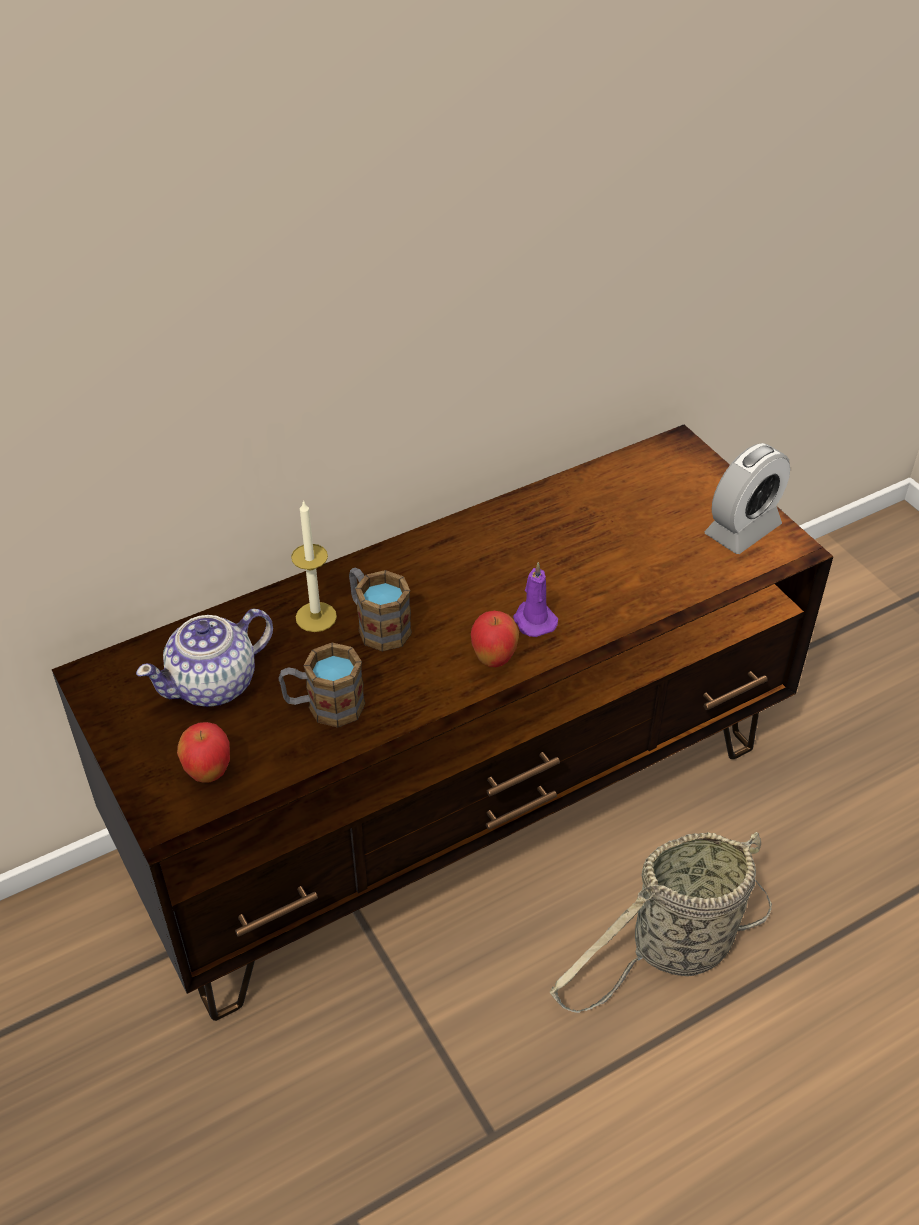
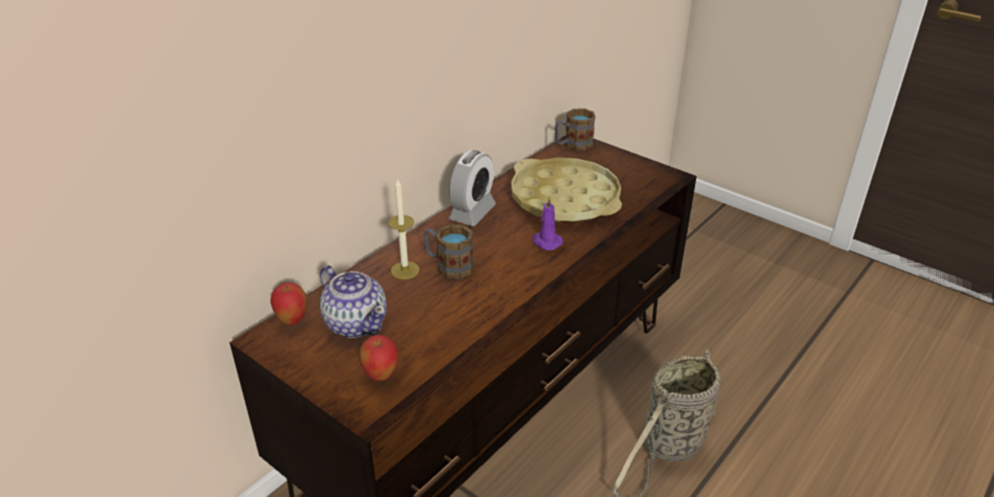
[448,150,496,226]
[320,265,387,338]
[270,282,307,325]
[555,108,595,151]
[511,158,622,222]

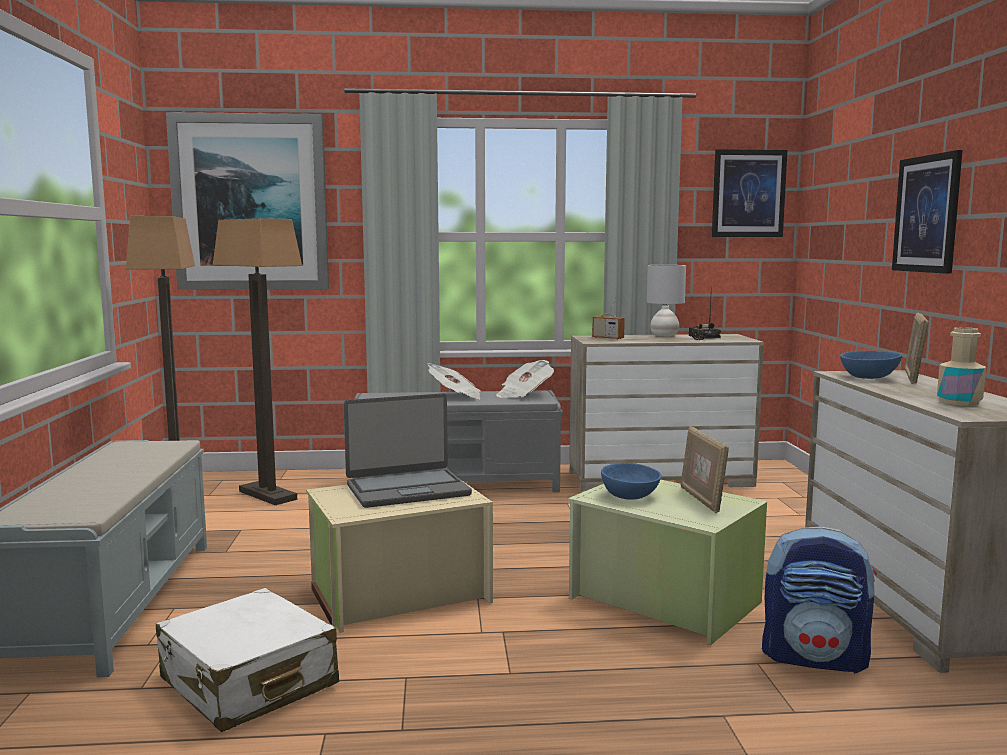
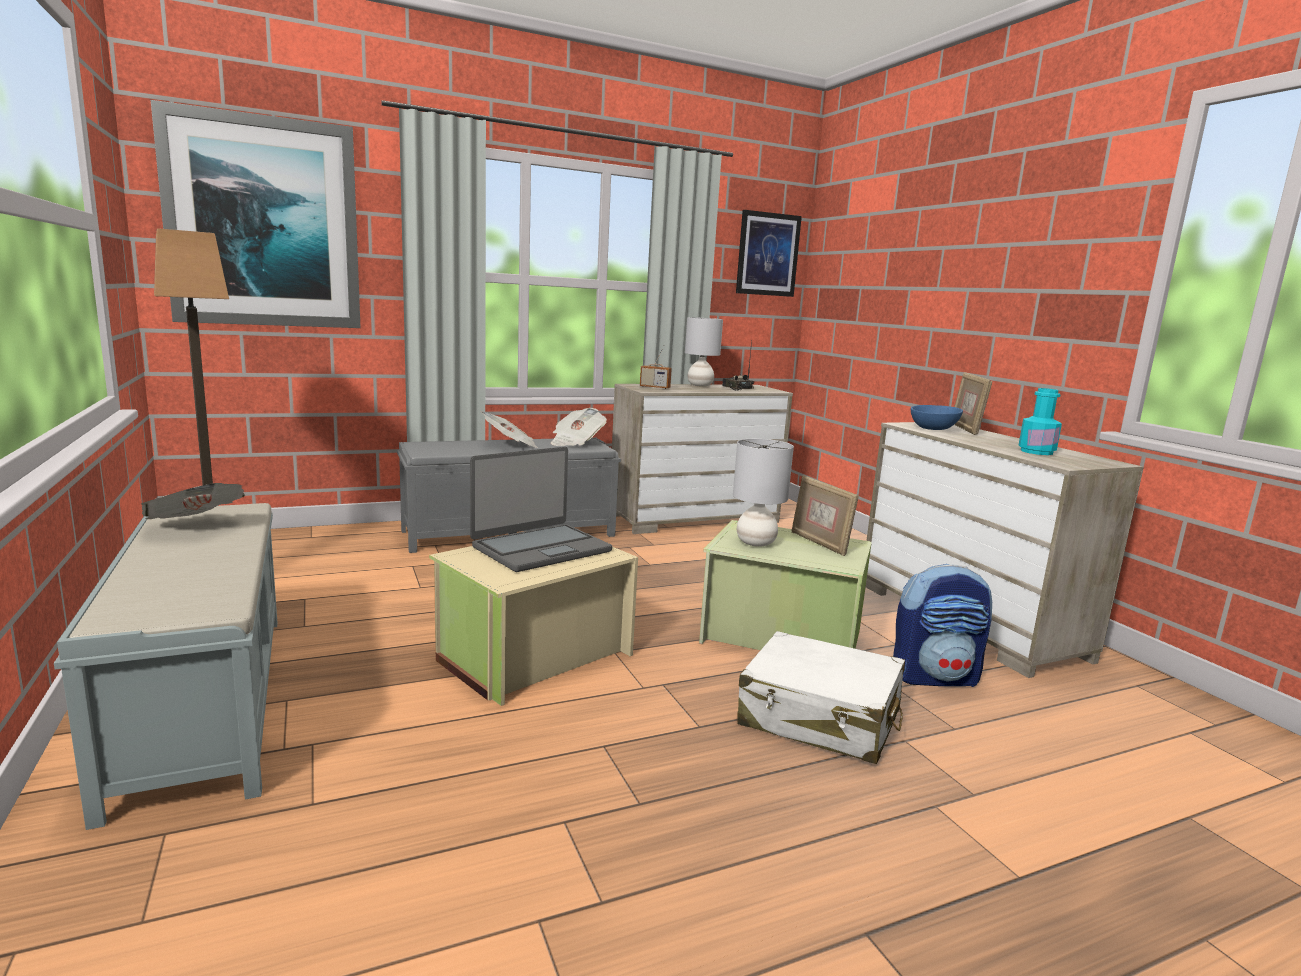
[892,150,962,274] (first image)
[213,218,302,505] (first image)
[1019,388,1062,455]
[733,439,794,547]
[737,631,905,764]
[141,483,245,519]

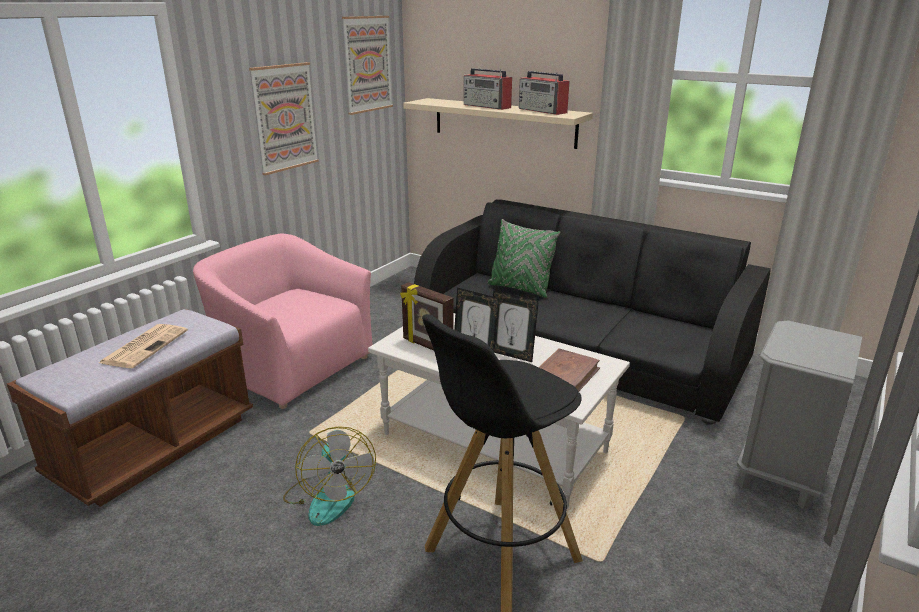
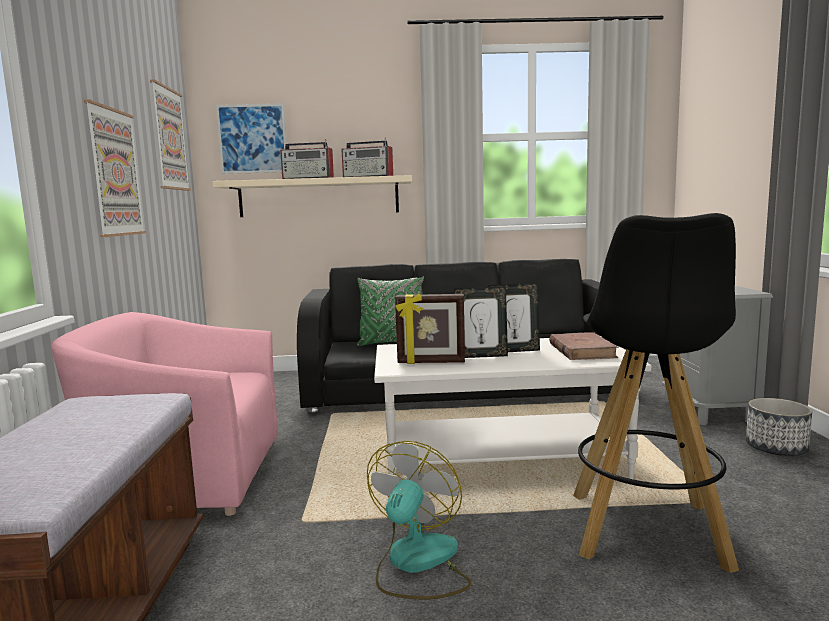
[99,324,188,368] (first image)
[367,441,471,600]
[216,103,286,174]
[746,398,812,456]

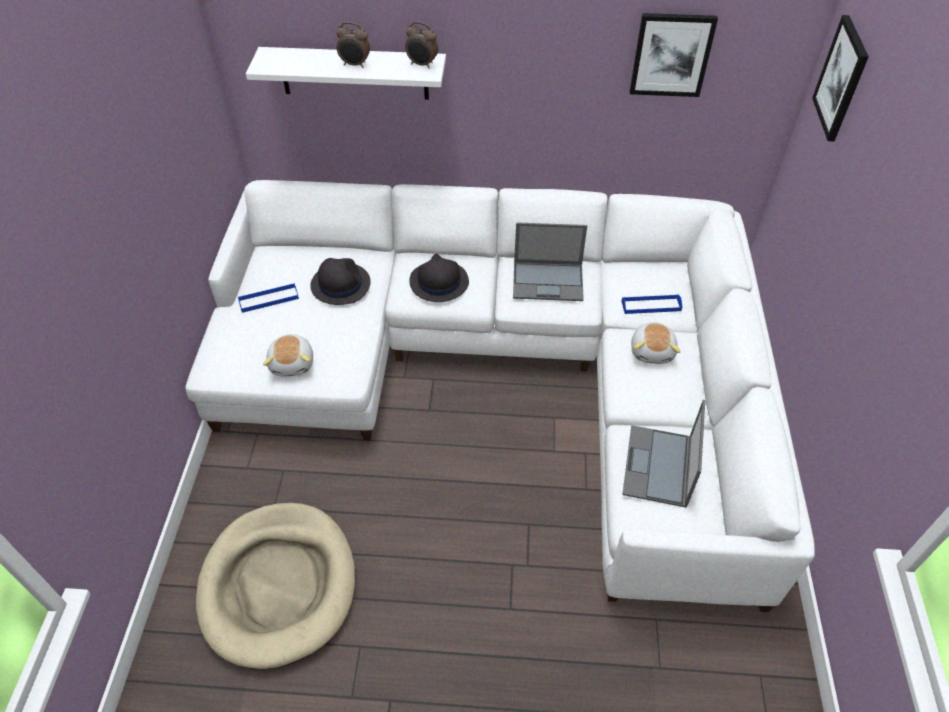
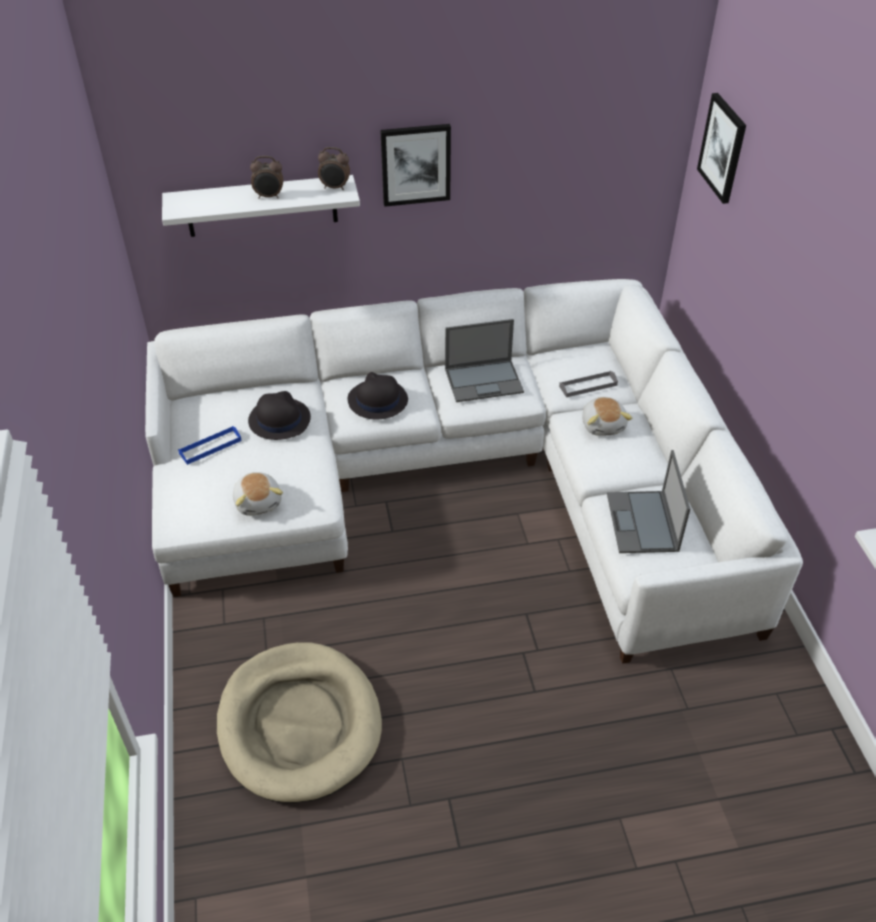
[380,124,451,207]
[559,371,618,397]

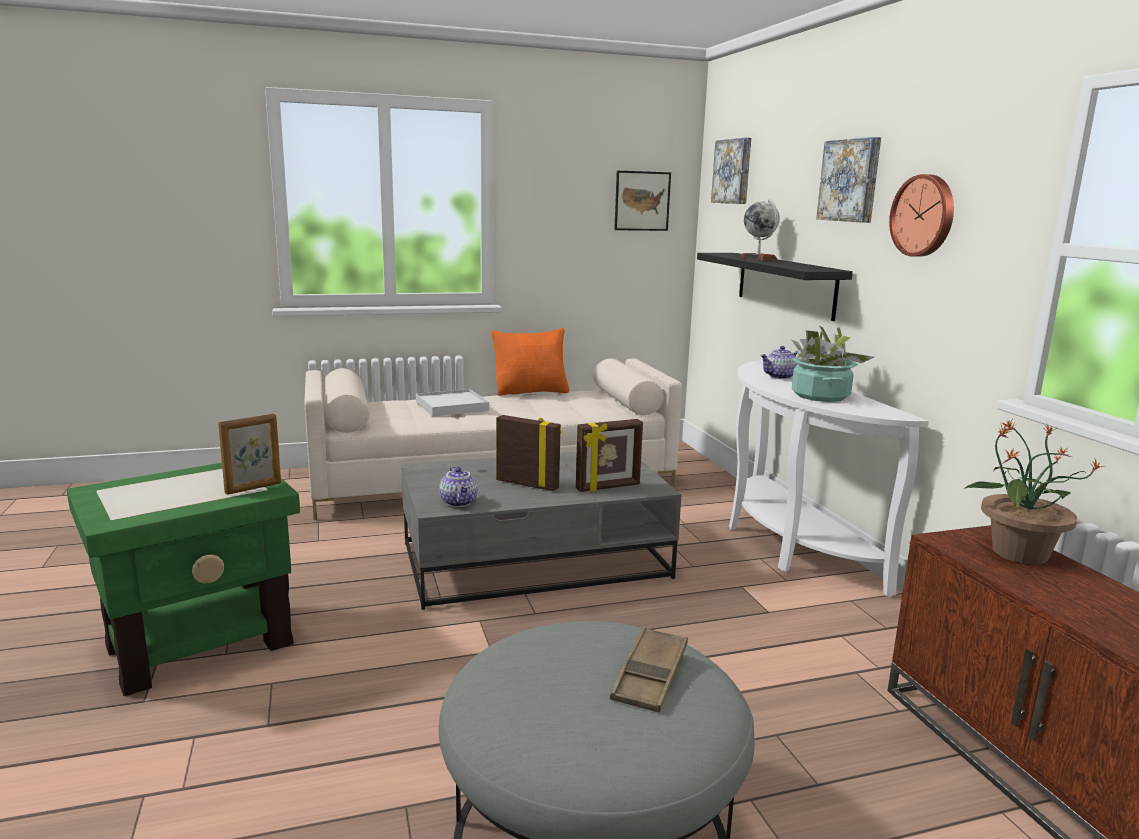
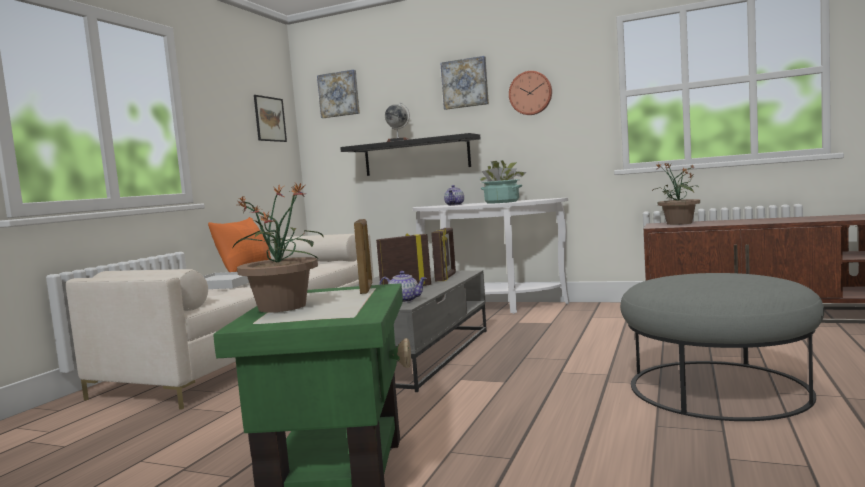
[610,627,688,713] (first image)
[232,183,323,313]

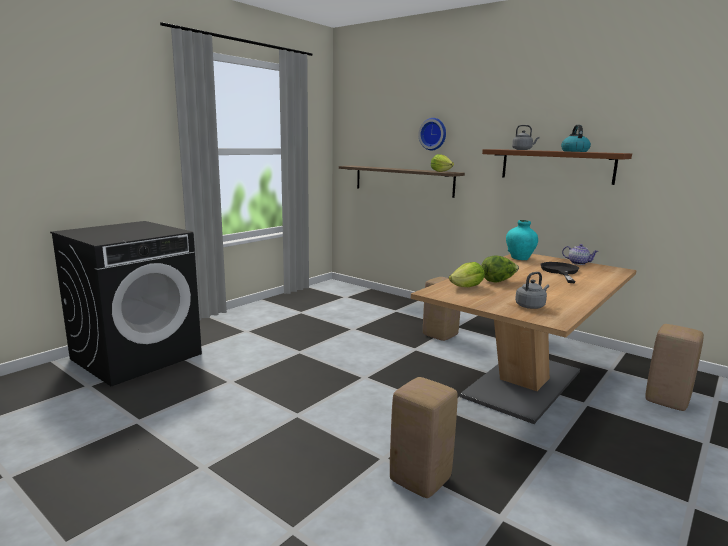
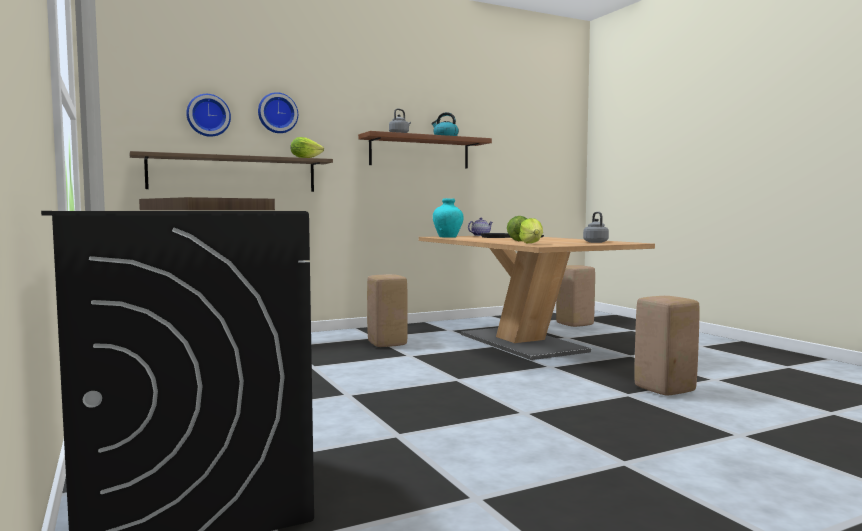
[186,94,231,137]
[139,197,275,210]

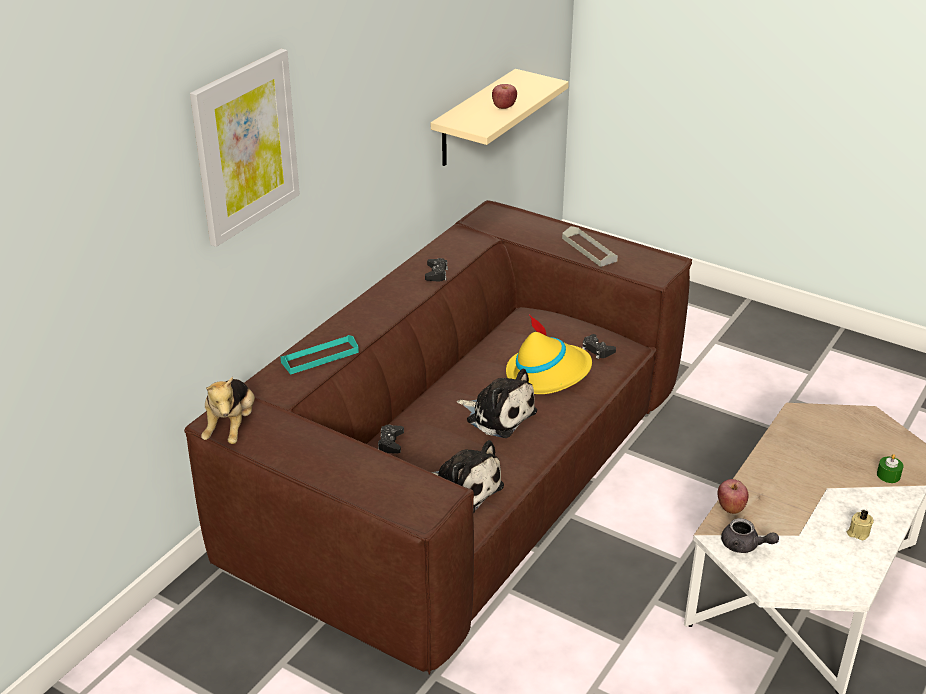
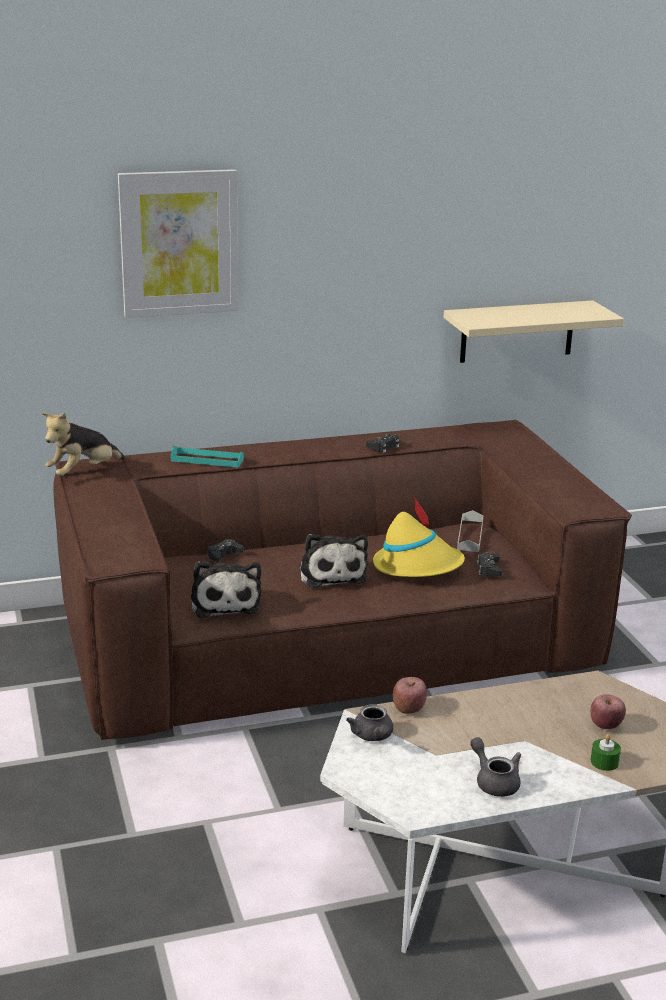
[591,694,626,729]
[457,510,483,552]
[470,737,521,797]

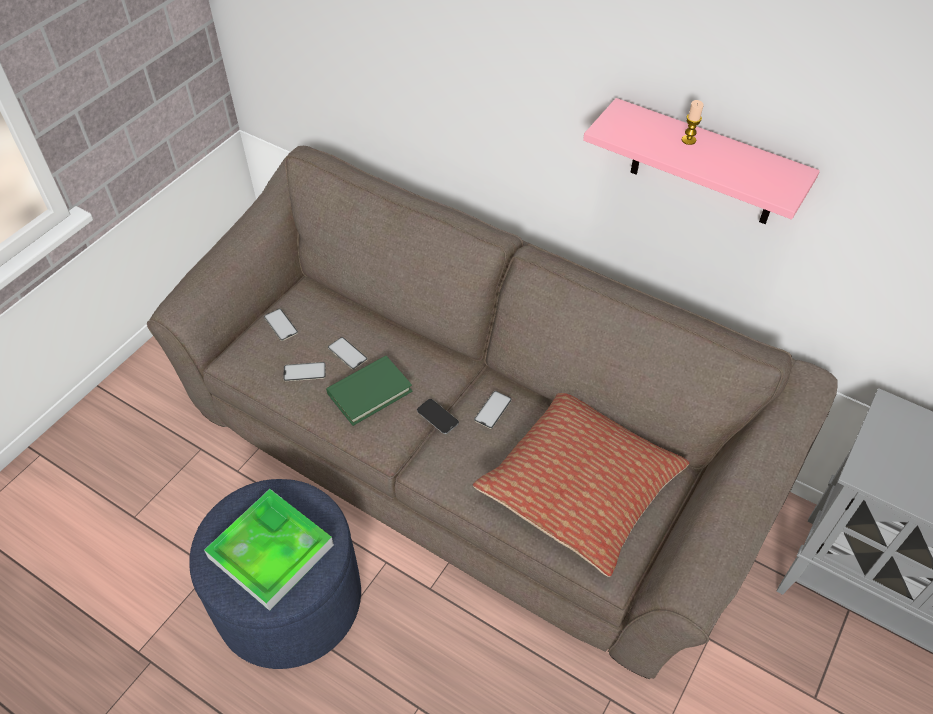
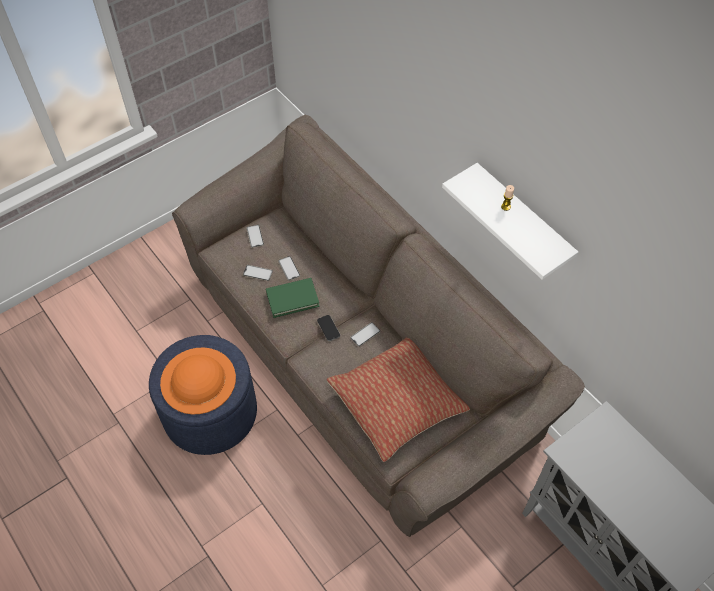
[442,163,578,280]
[160,347,236,414]

